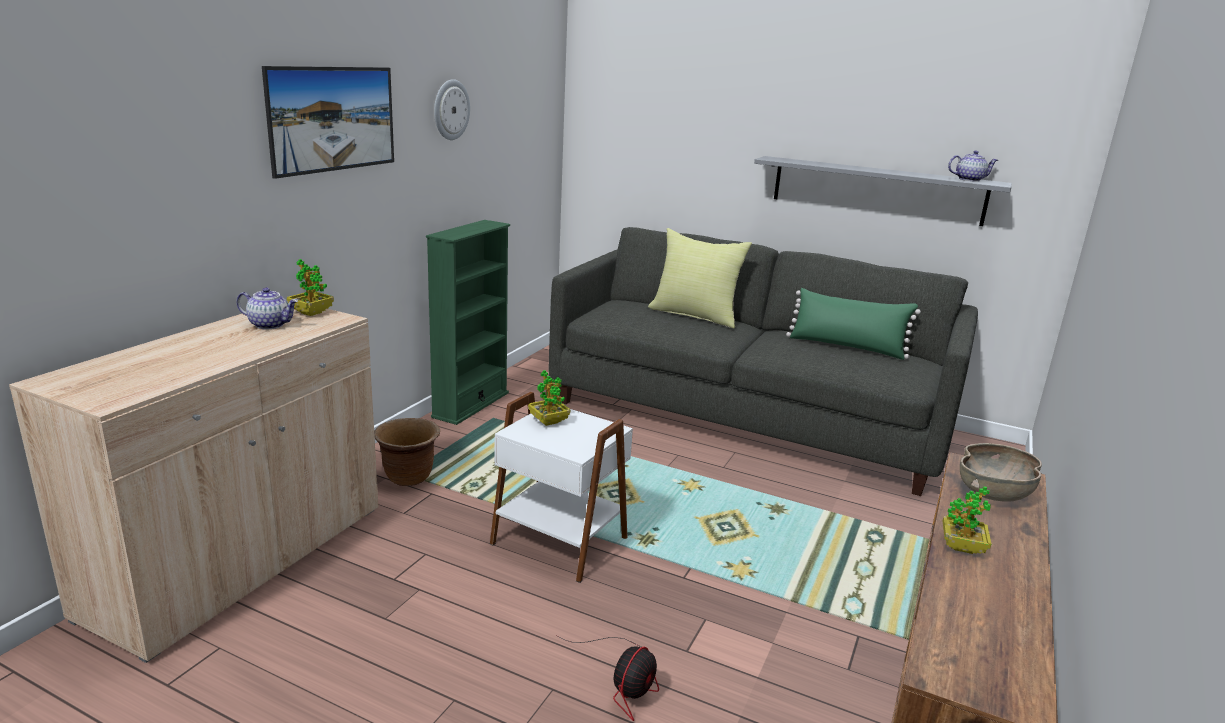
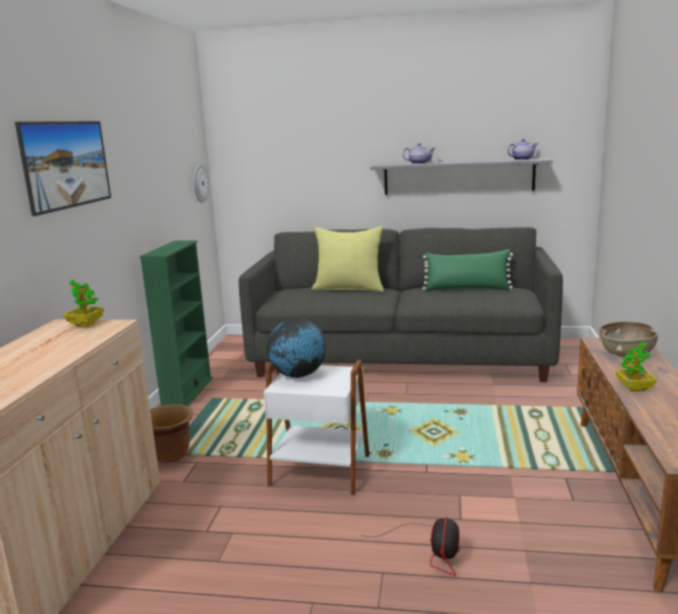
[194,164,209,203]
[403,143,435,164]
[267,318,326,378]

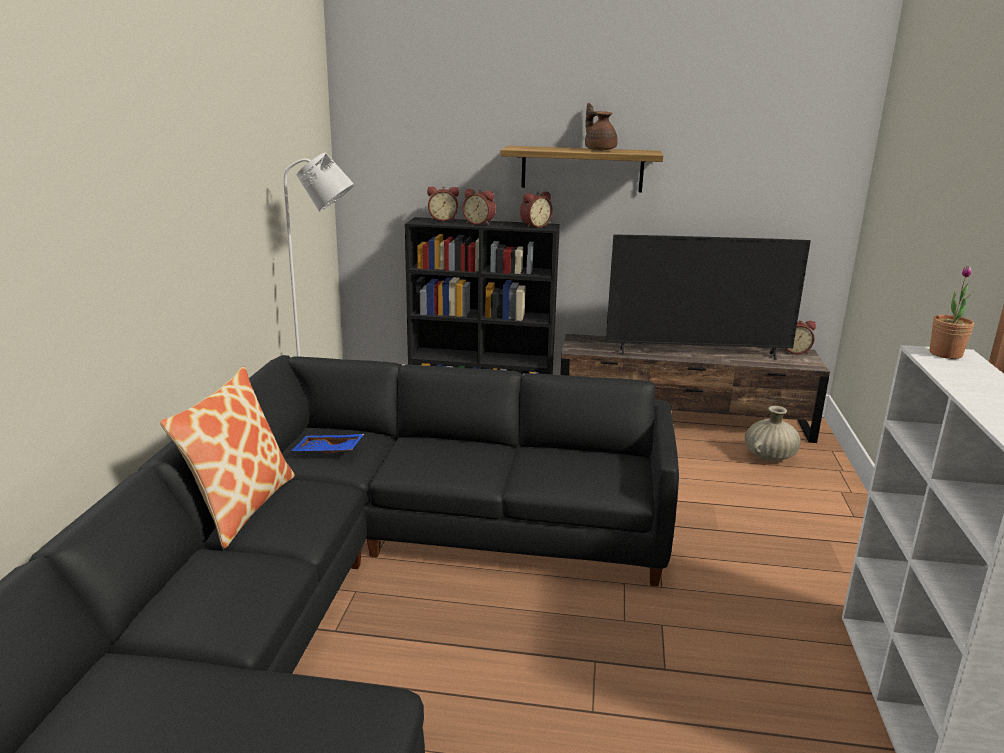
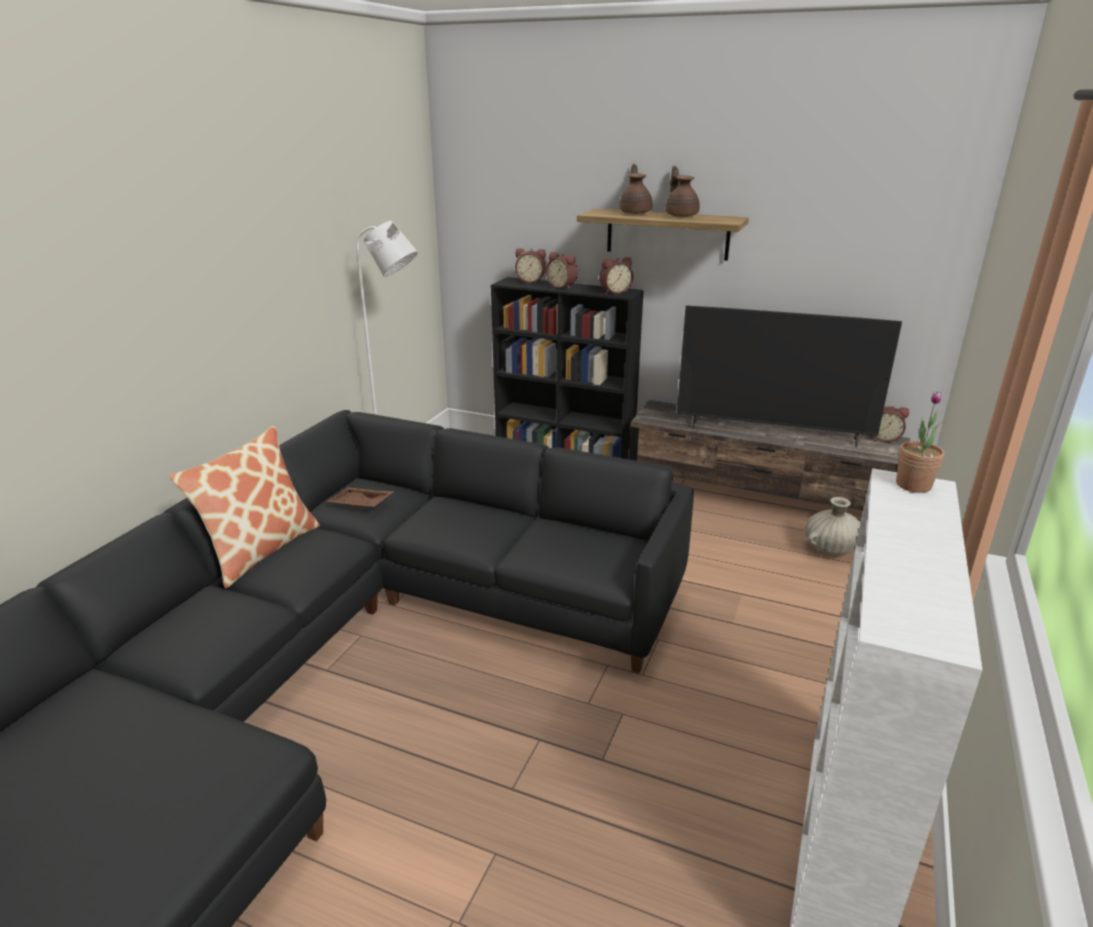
[327,488,393,507]
[620,164,652,214]

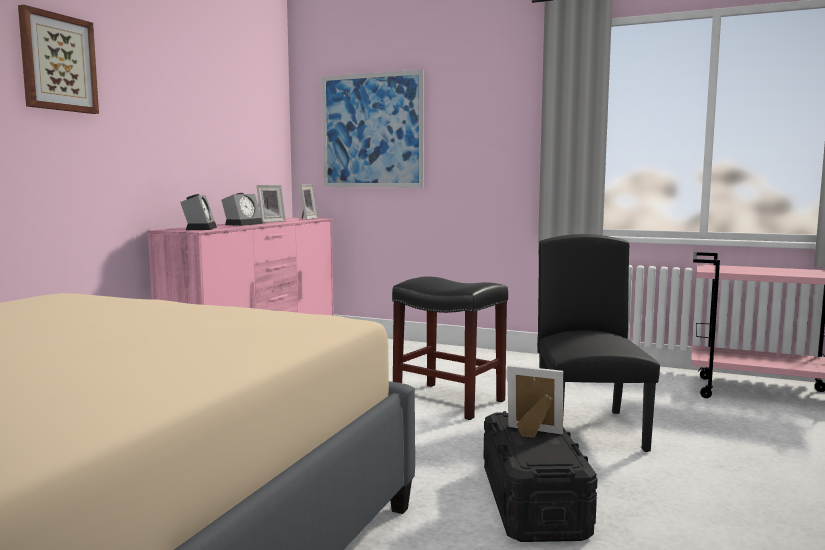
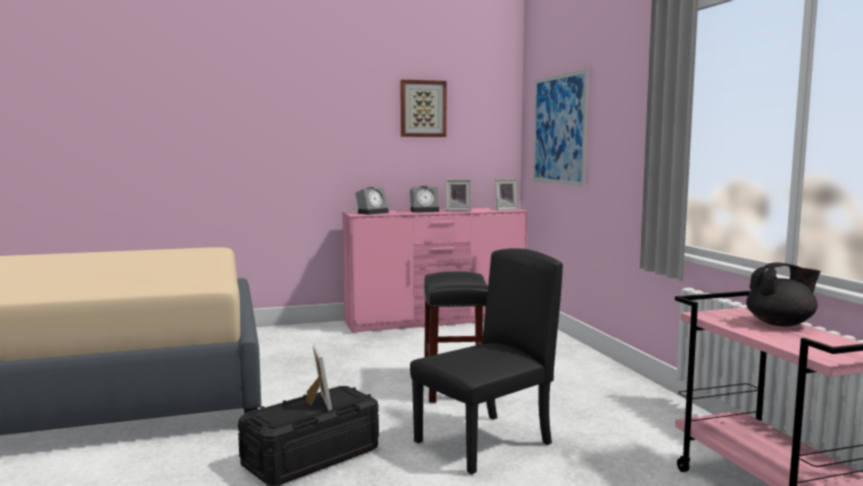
[400,80,447,137]
[746,262,821,326]

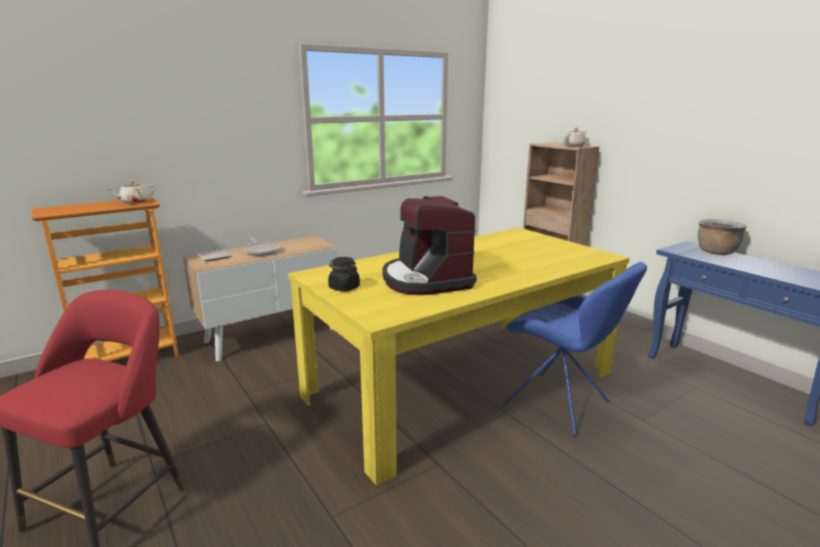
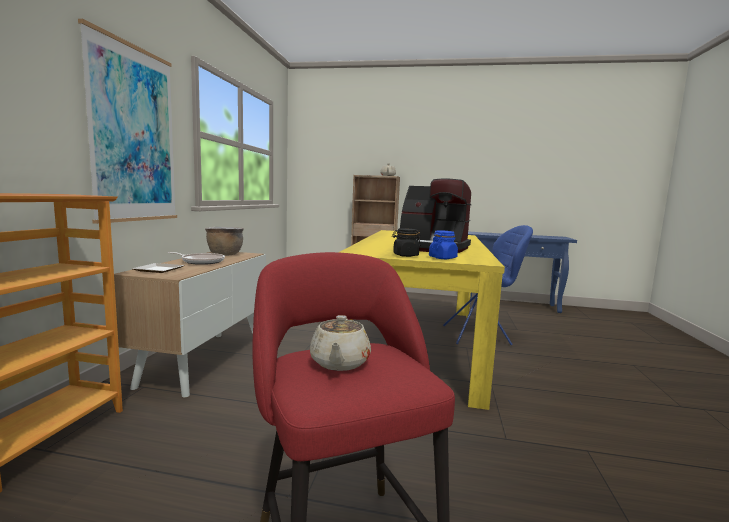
[310,315,371,371]
[205,227,244,255]
[78,19,177,224]
[429,230,458,259]

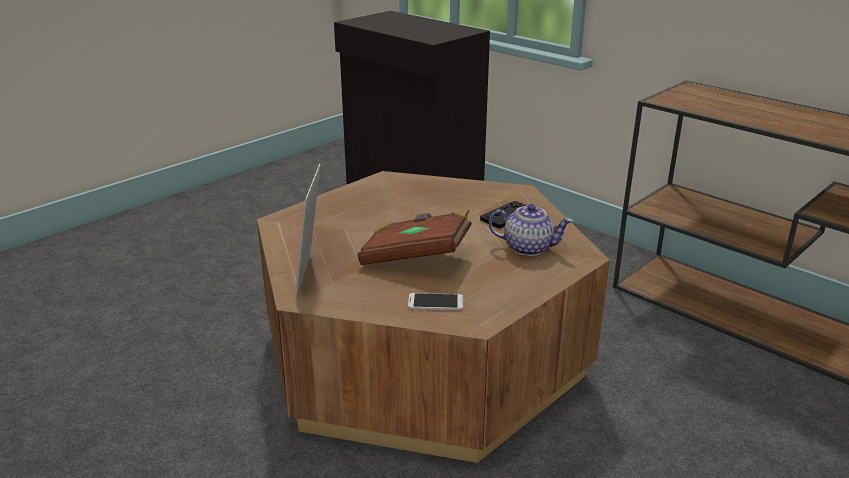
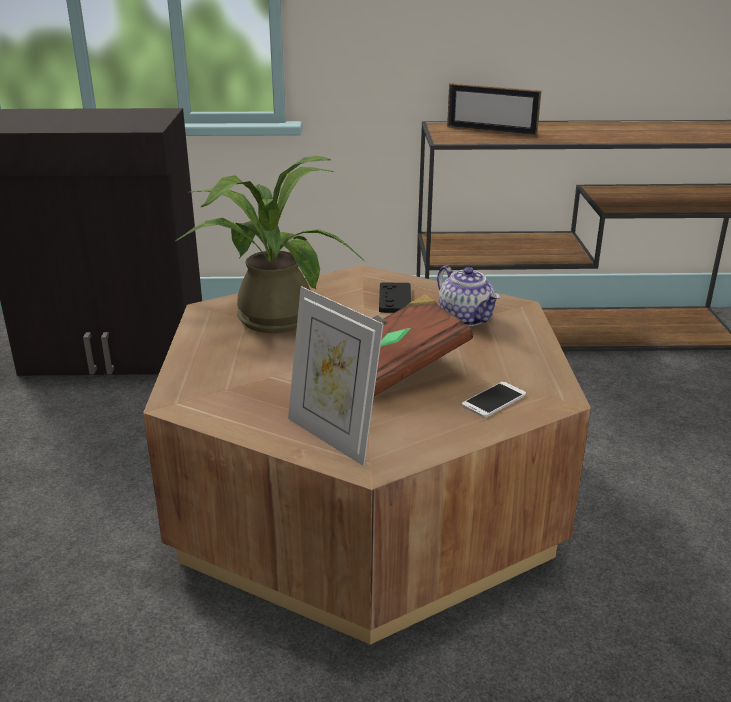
[437,265,500,326]
[447,83,542,136]
[174,156,364,333]

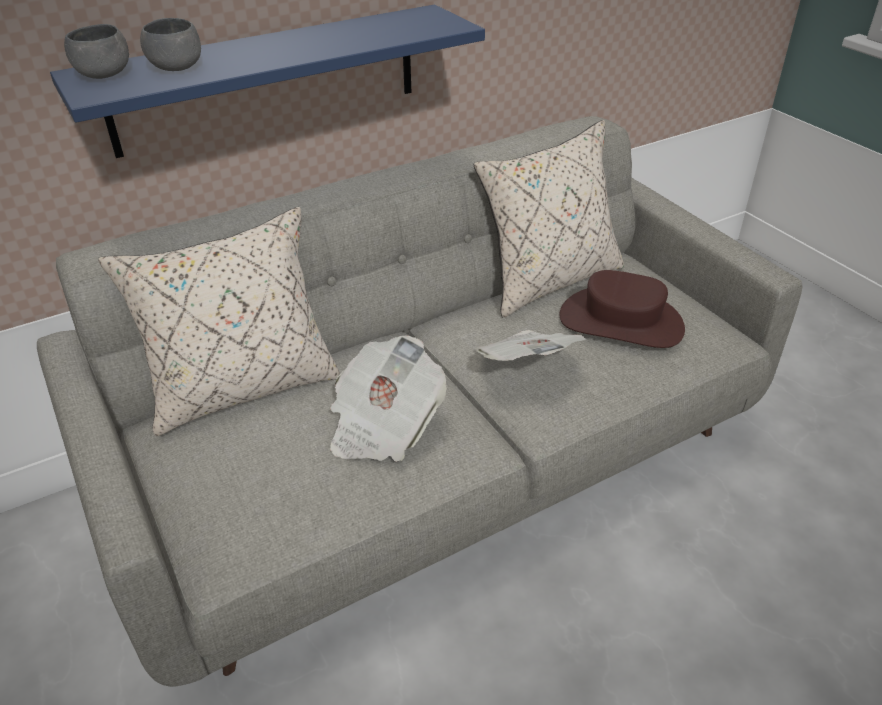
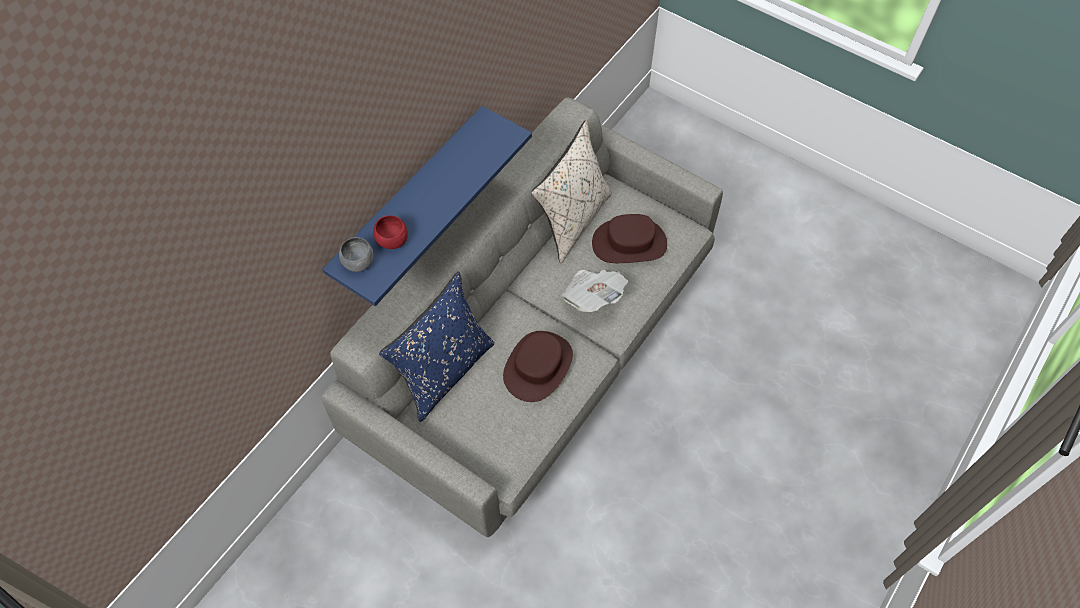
[373,215,408,249]
[379,272,495,422]
[503,331,573,402]

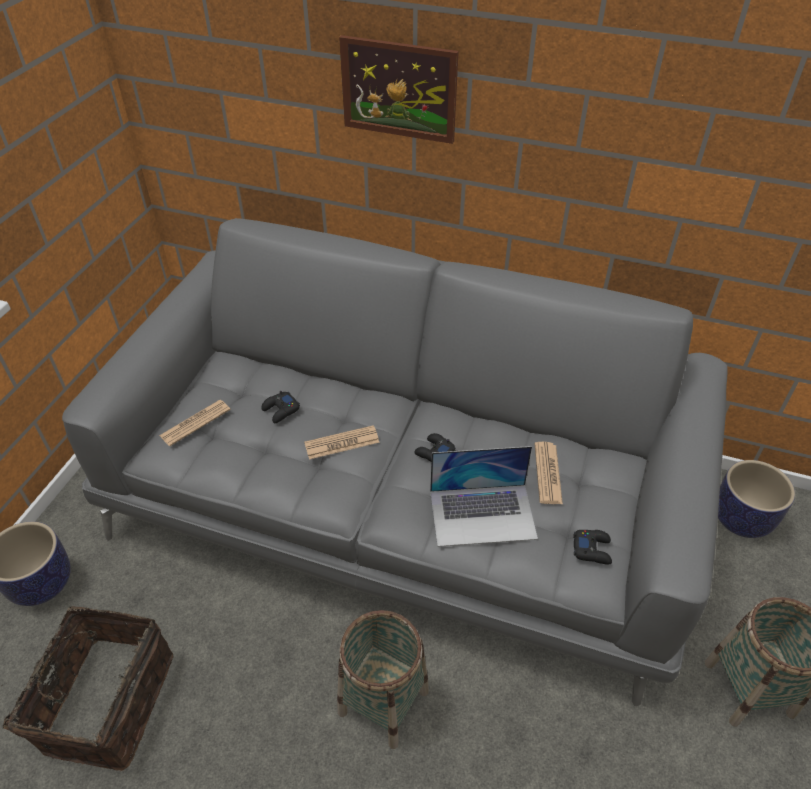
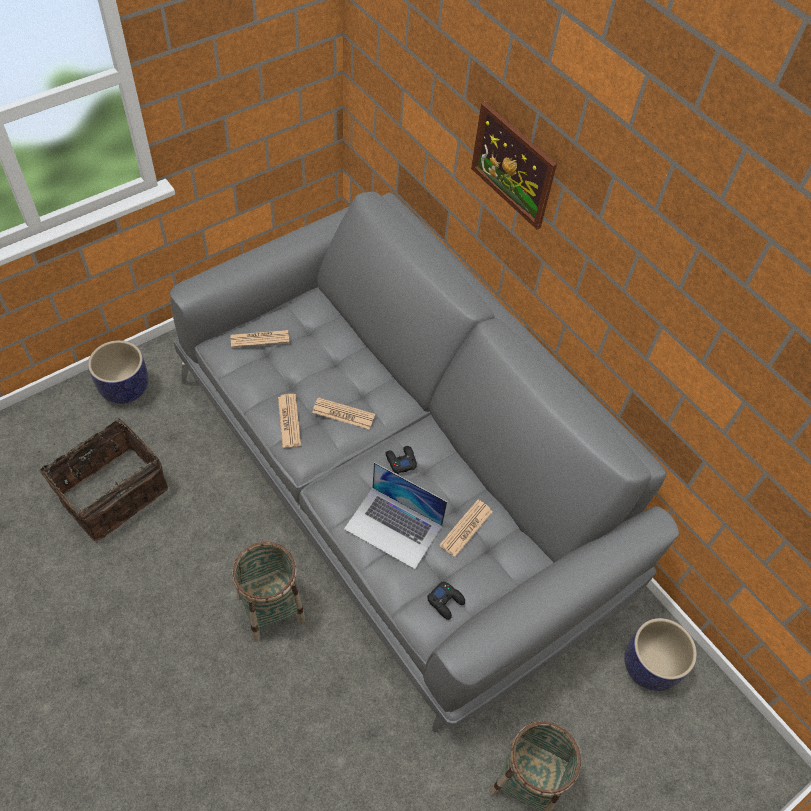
[261,391,300,423] (first image)
[278,394,301,448]

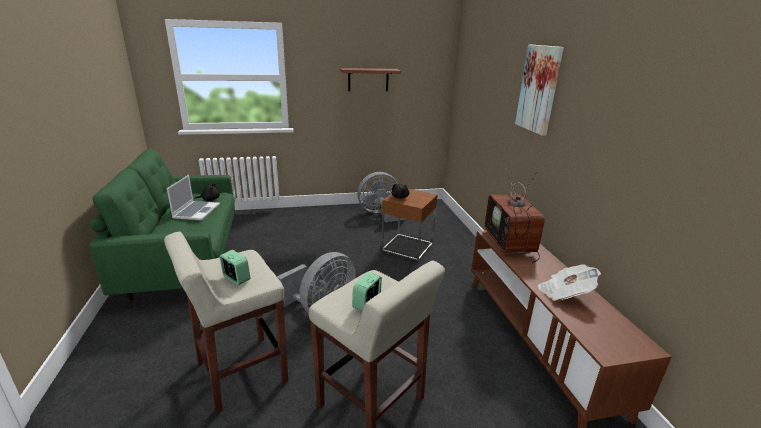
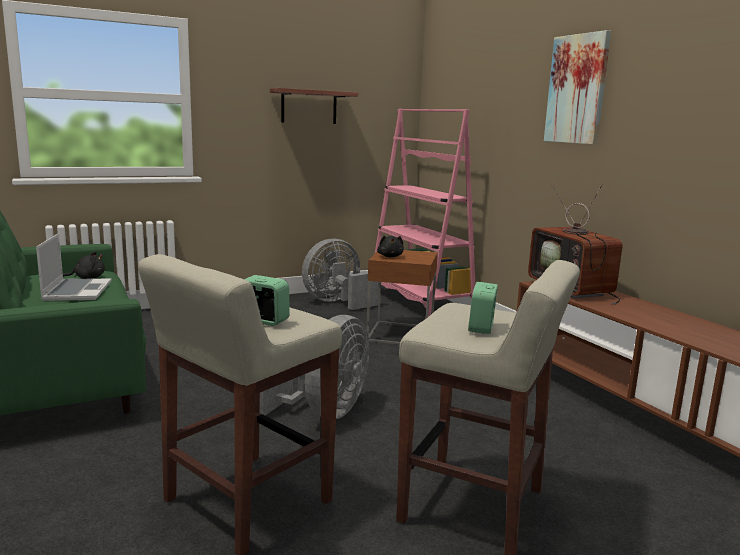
[538,264,601,301] (first image)
[375,109,475,319]

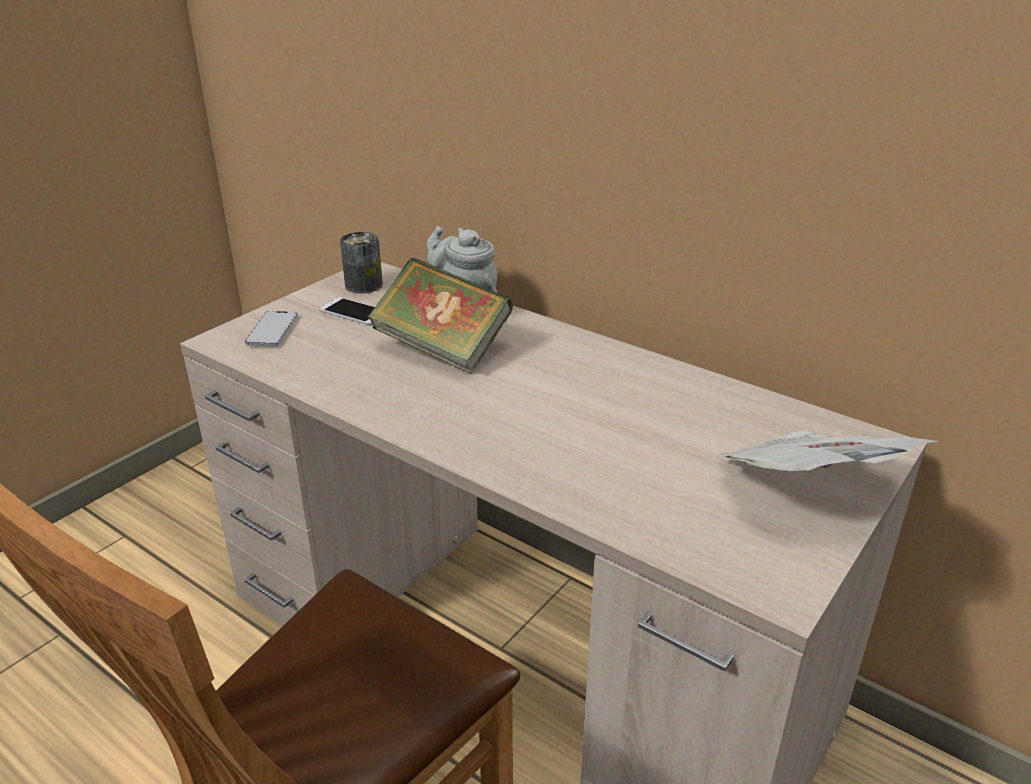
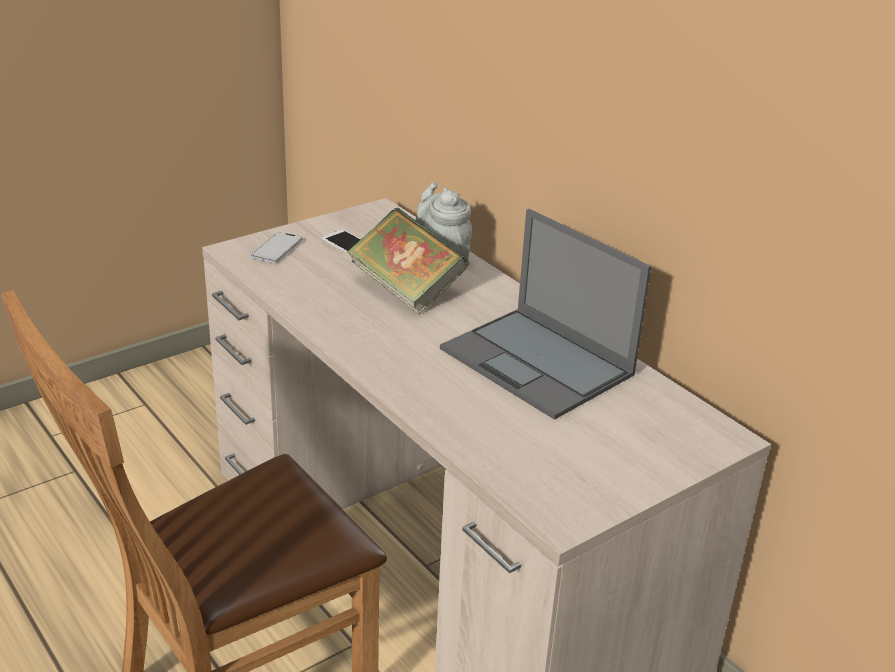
[340,231,383,293] (first image)
[720,431,938,471] (first image)
[440,209,651,420]

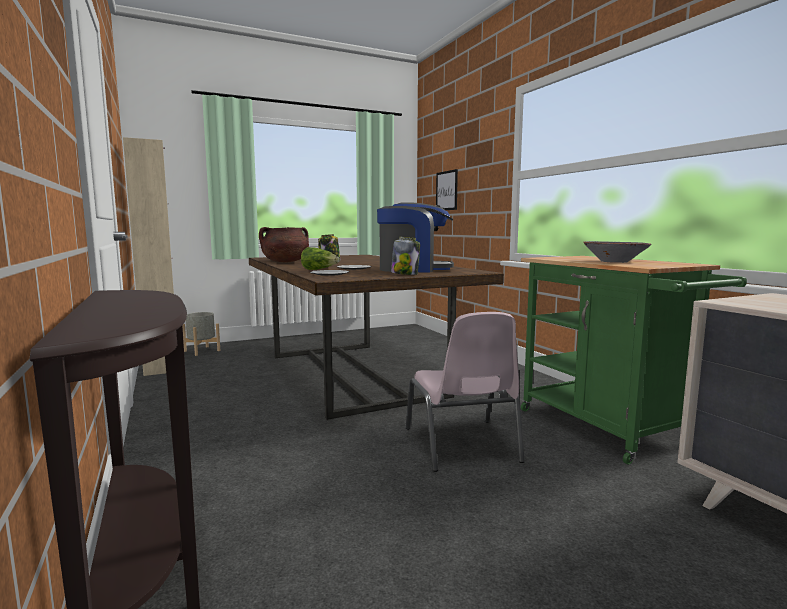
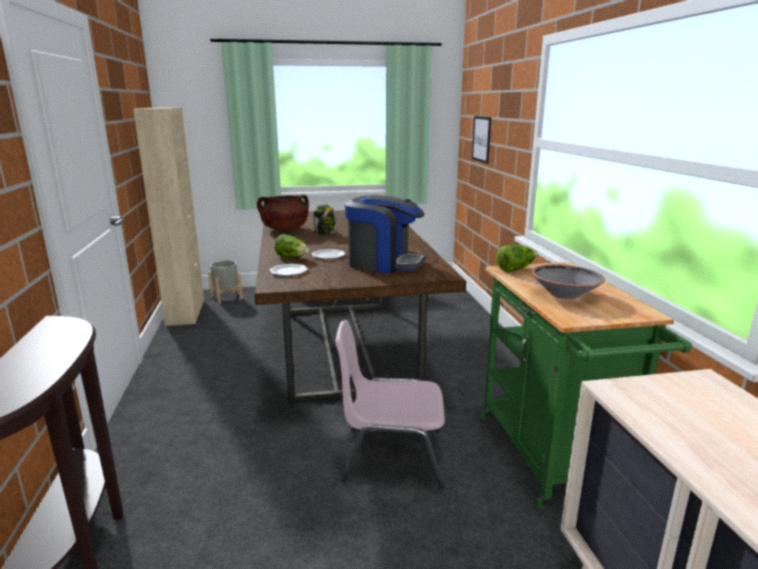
[391,237,420,275] (first image)
[335,320,445,489]
[496,245,538,272]

